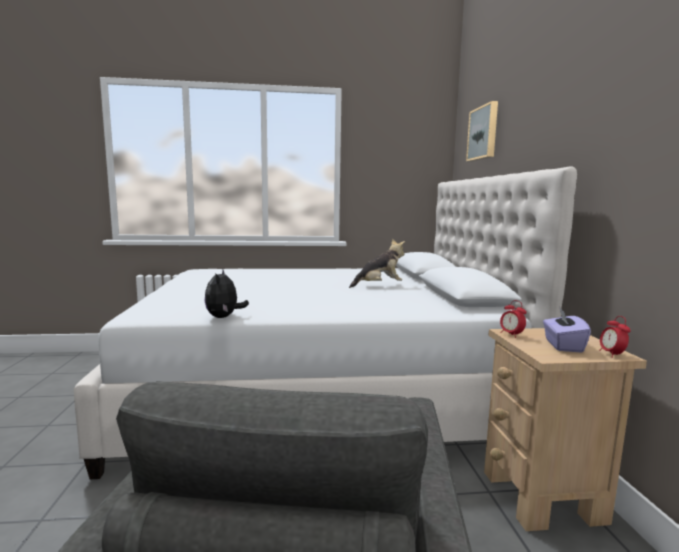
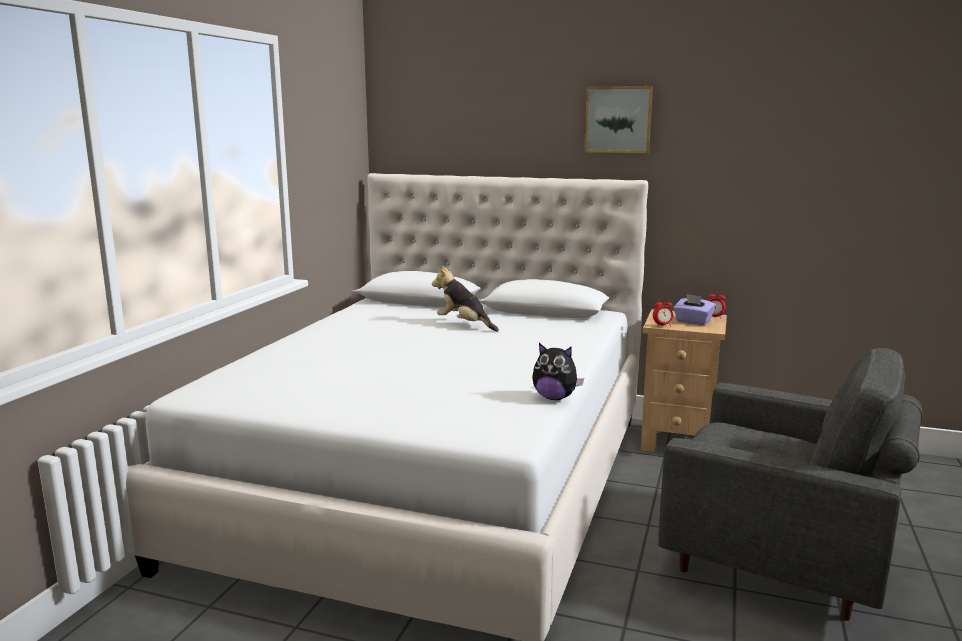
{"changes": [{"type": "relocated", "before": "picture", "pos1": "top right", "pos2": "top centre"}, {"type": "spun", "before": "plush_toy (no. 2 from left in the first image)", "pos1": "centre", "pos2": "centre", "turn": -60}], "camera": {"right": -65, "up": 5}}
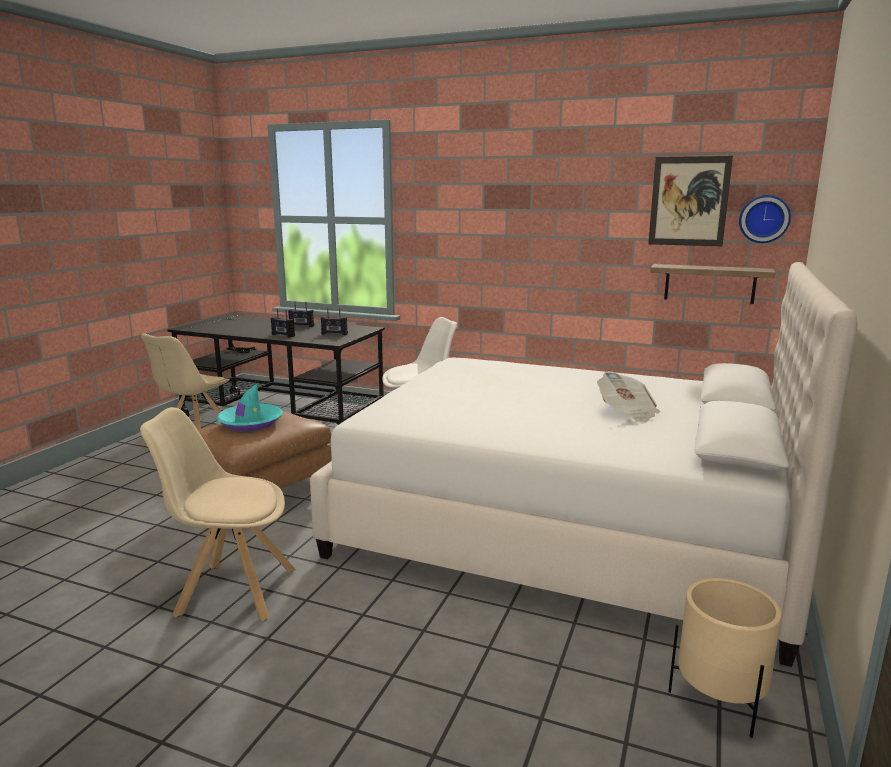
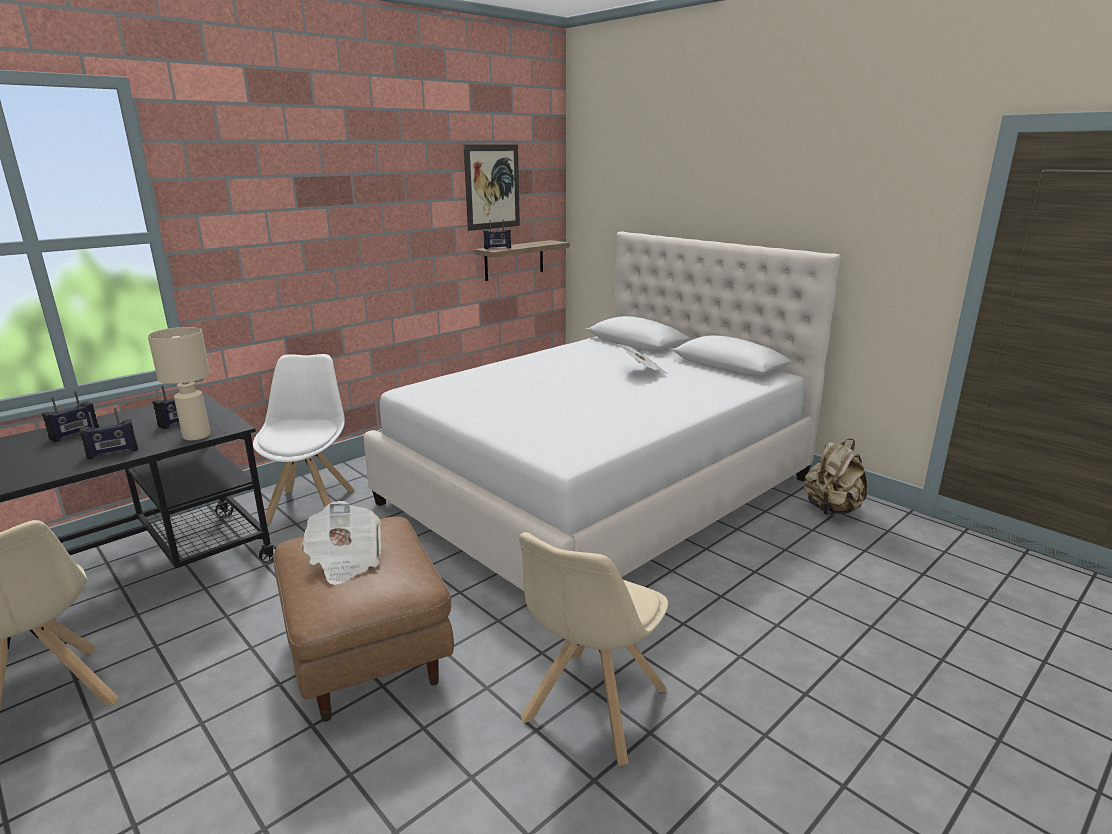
{"changes": [{"type": "missing", "before": "wall_clock", "pos1": "top right"}, {"type": "appeared", "after": "beige_table_lamp", "pos2": "middle left"}, {"type": "appeared", "after": "radio (no. 4 from left)", "pos2": "top centre"}, {"type": "exchanged", "before": "turquoise_hat", "after": "newspaper (no. 1 from left)", "pos1": "middle left", "pos2": "middle left"}, {"type": "exchanged", "before": "beige_planter", "after": "beige_backpack", "pos1": "bottom right", "pos2": "middle right"}], "camera": {"right": -65, "up": 5}}
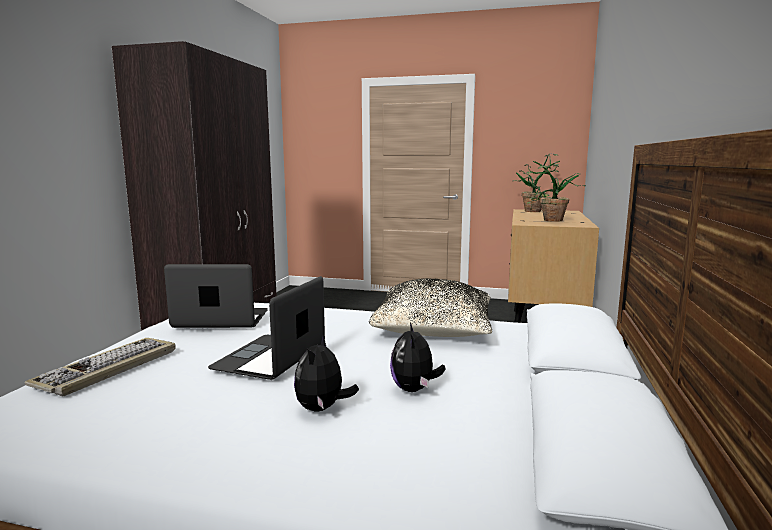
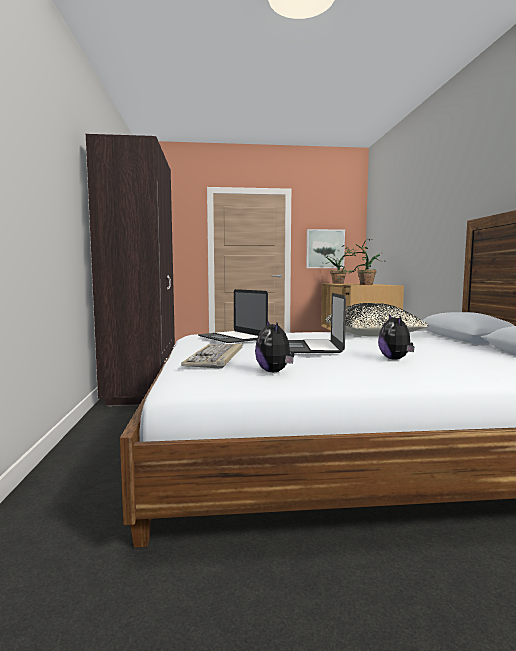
{"changes": [{"type": "appeared", "after": "picture", "pos2": "centre"}, {"type": "relocated", "before": "plush_toy (no. 2 from left in the first image)", "after": "plush_toy (no. 1 from left)", "pos1": "bottom centre", "pos2": "centre"}, {"type": "spun", "before": "laptop (no. 1 from left)", "pos1": "middle left", "pos2": "centre", "turn": -105}], "camera": {"right": -20, "up": -5}}
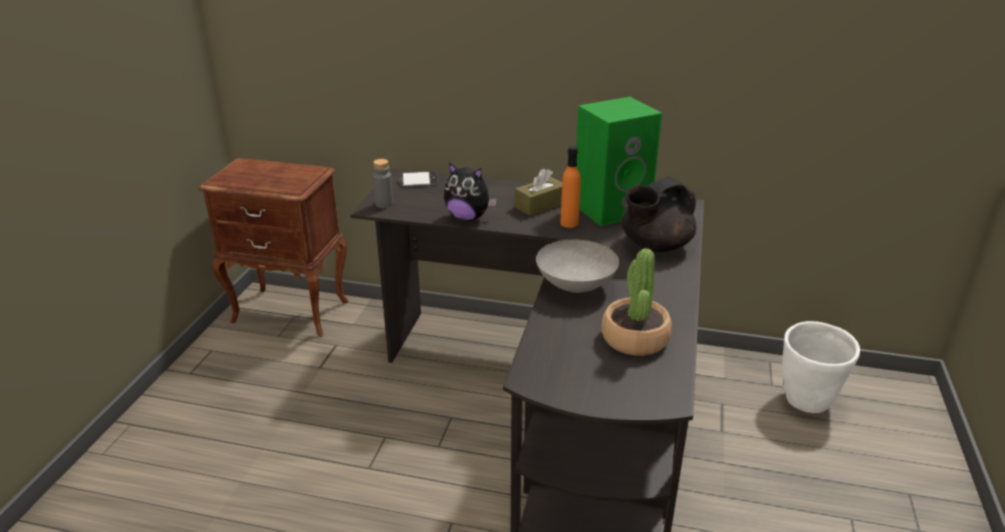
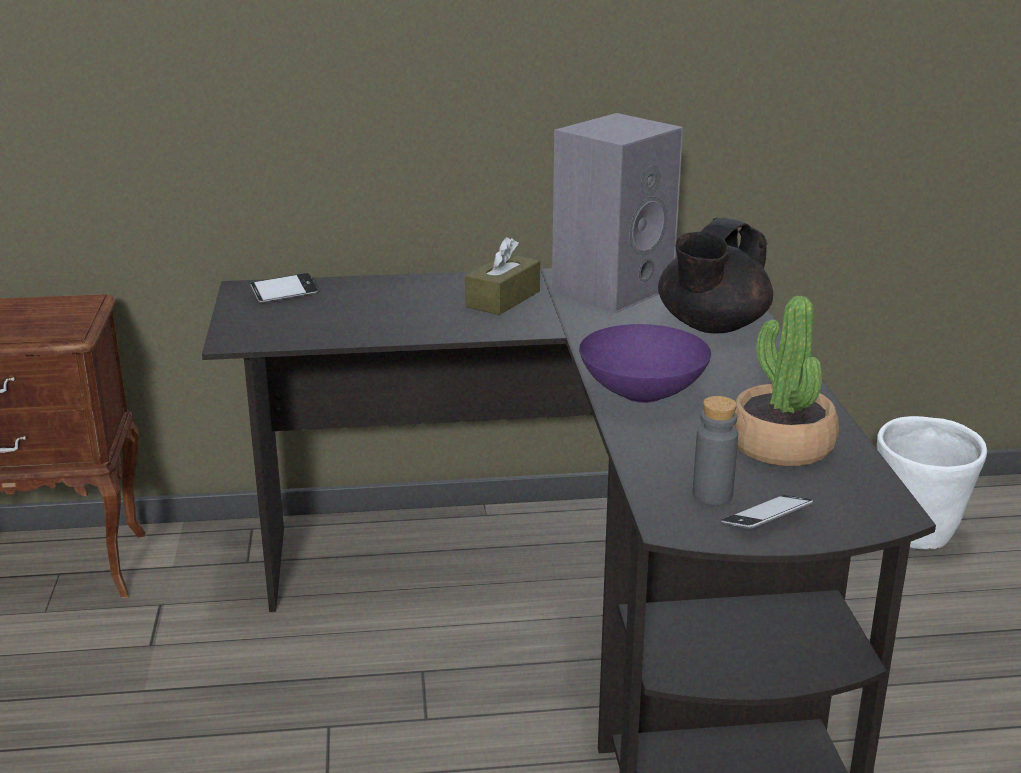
{"changes": [{"type": "missing", "before": "plush_toy", "pos1": "centre"}, {"type": "missing", "before": "orange_bottle", "pos1": "centre"}, {"type": "appeared", "after": "phone (no. 2 from left)", "pos2": "middle right"}, {"type": "relocated", "before": "grey_bottle", "pos1": "centre", "pos2": "middle right"}, {"type": "colour", "before": "grey_bowl", "after": "purple_bowl", "pos1": "centre", "pos2": "centre"}, {"type": "colour", "before": "green_speaker", "after": "grey_speaker", "pos1": "top centre", "pos2": "top centre"}], "camera": {"right": -20, "up": -5}}
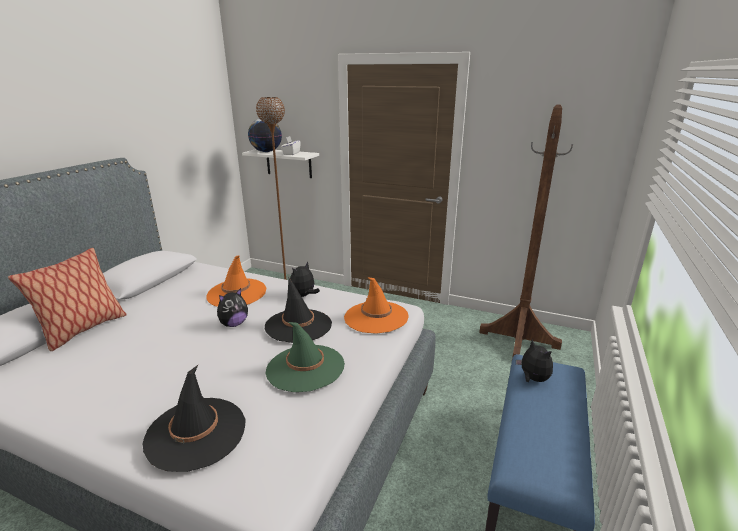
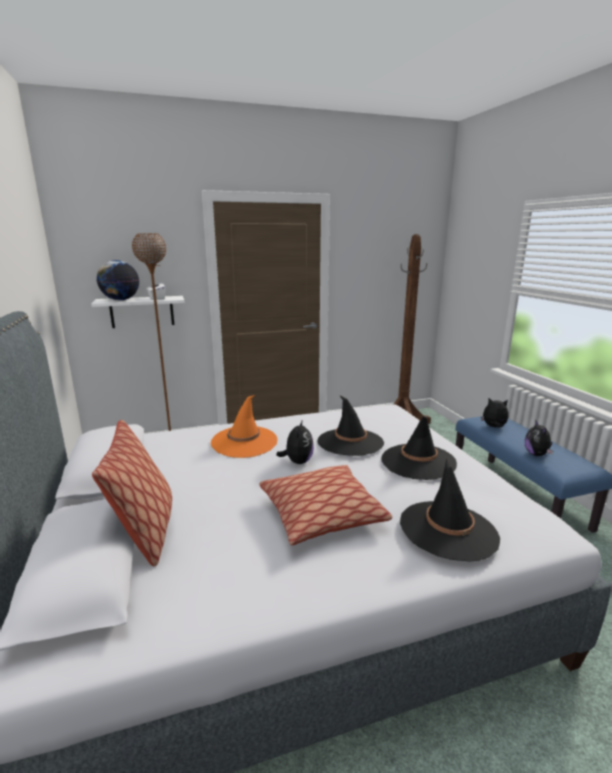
{"changes": [{"type": "missing", "before": "orange_hat (no. 2 from left)", "pos1": "centre"}, {"type": "appeared", "after": "pillow (no. 2 from left)", "pos2": "centre"}, {"type": "relocated", "before": "plush_toy (no. 2 from left in the first image)", "after": "plush_toy (no. 3 from left)", "pos1": "centre", "pos2": "middle right"}, {"type": "colour", "before": "green_hat", "after": "black_hat (no. 2 from left)", "pos1": "bottom centre", "pos2": "middle right"}], "camera": {"right": -40, "up": -5}}
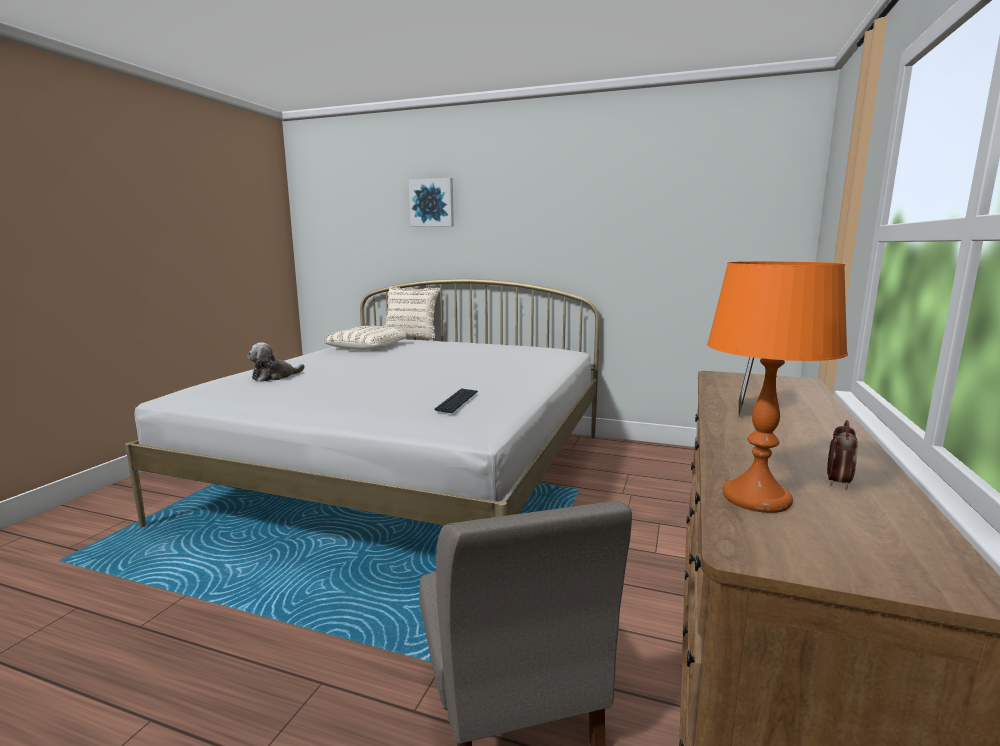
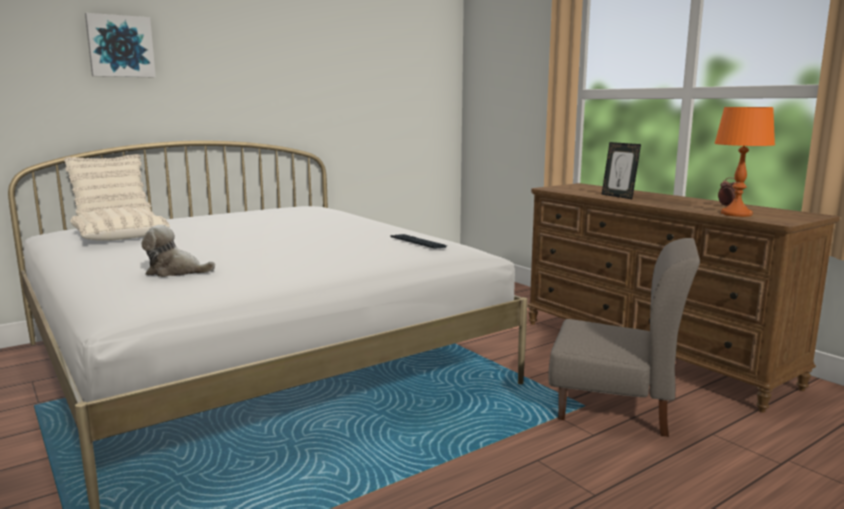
{"changes": [{"type": "spun", "before": "plush_toy", "pos1": "middle left", "pos2": "middle left", "turn": 105}], "camera": {"right": -55, "up": 0}}
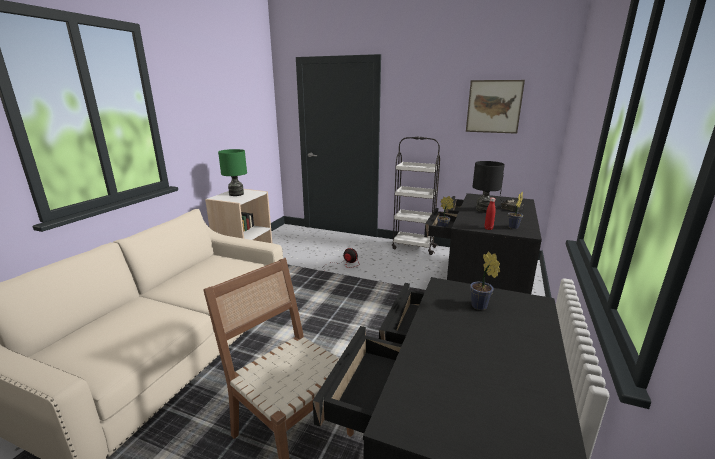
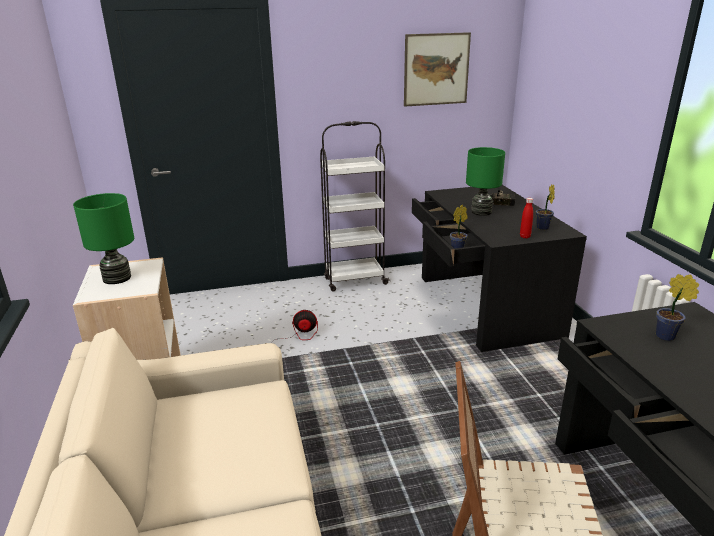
{"changes": [{"type": "colour", "before": "black_table_lamp", "after": "green_table_lamp (no. 2 from left)", "pos1": "middle right", "pos2": "middle right"}], "camera": {"right": -35, "up": 5}}
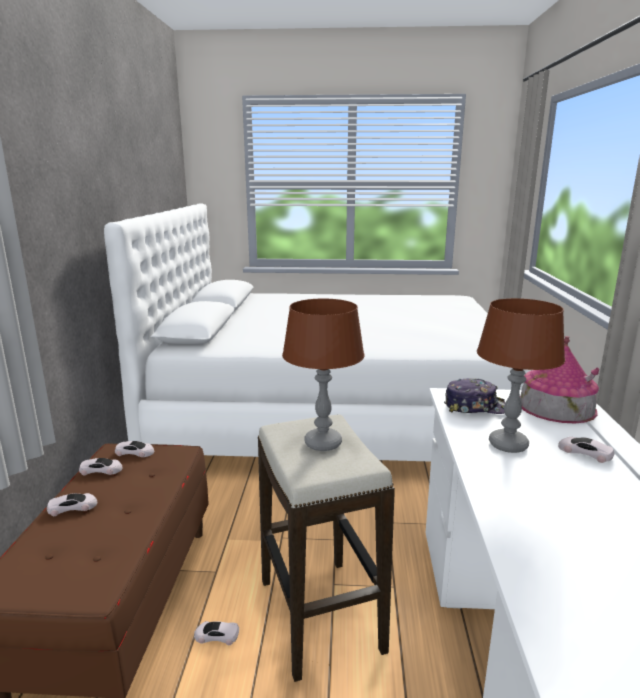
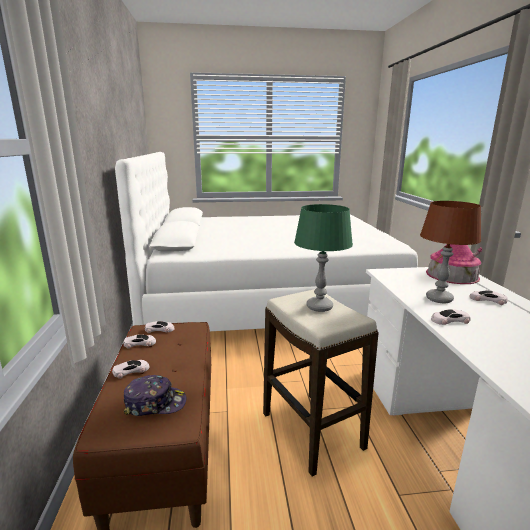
{"changes": [{"type": "relocated", "before": "white_toy_car (no. 4 from left)", "pos1": "bottom centre", "pos2": "middle right"}, {"type": "relocated", "before": "cap", "pos1": "middle right", "pos2": "bottom left"}, {"type": "colour", "before": "brown_table_lamp (no. 1 from left)", "after": "green_table_lamp", "pos1": "centre", "pos2": "centre"}], "camera": {"right": -10, "up": 0}}
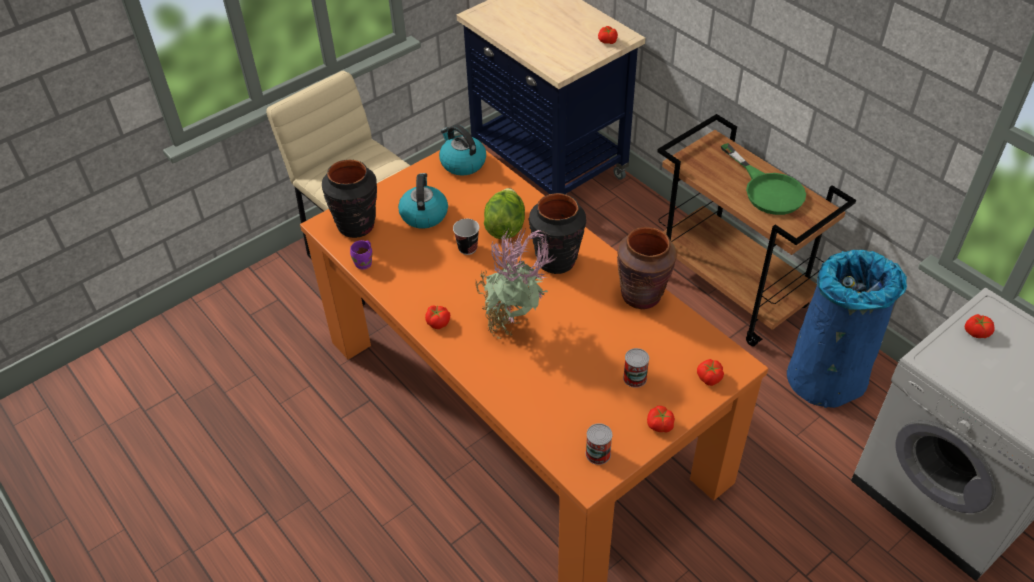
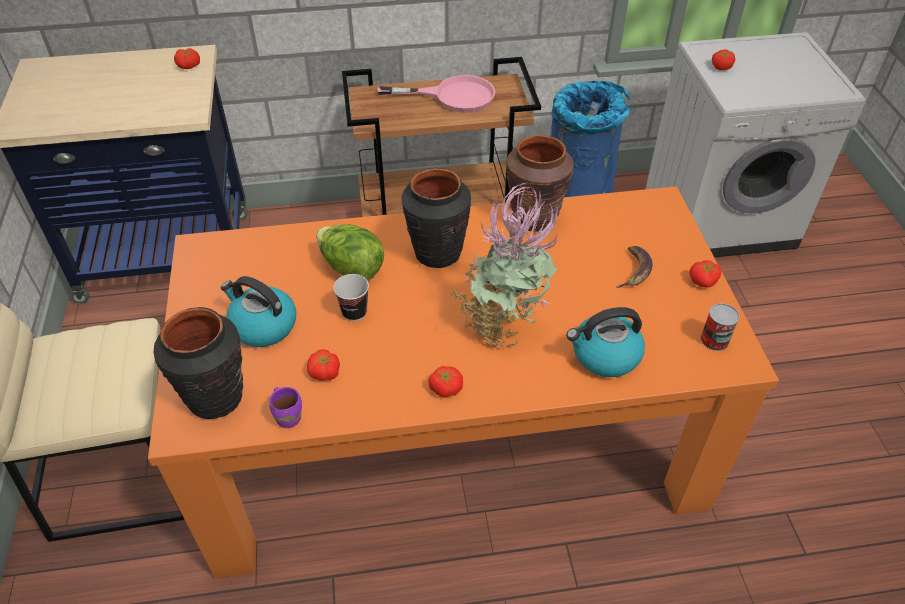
{"changes": [{"type": "relocated", "before": "kettle (no. 2 from left)", "pos1": "top centre", "pos2": "middle right"}, {"type": "relocated", "before": "tomato (no. 4 from left in the first image)", "after": "tomato (no. 2 from left)", "pos1": "middle right", "pos2": "centre"}, {"type": "exchanged", "before": "can (no. 2 from left)", "after": "banana", "pos1": "centre", "pos2": "middle right"}, {"type": "colour", "before": "green_frying_pan", "after": "pink_frying_pan", "pos1": "top right", "pos2": "top centre"}], "camera": {"right": -60, "up": 0}}
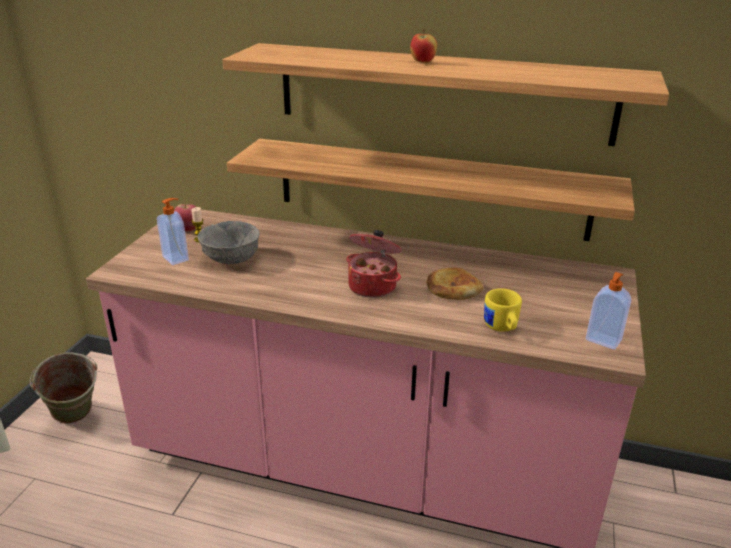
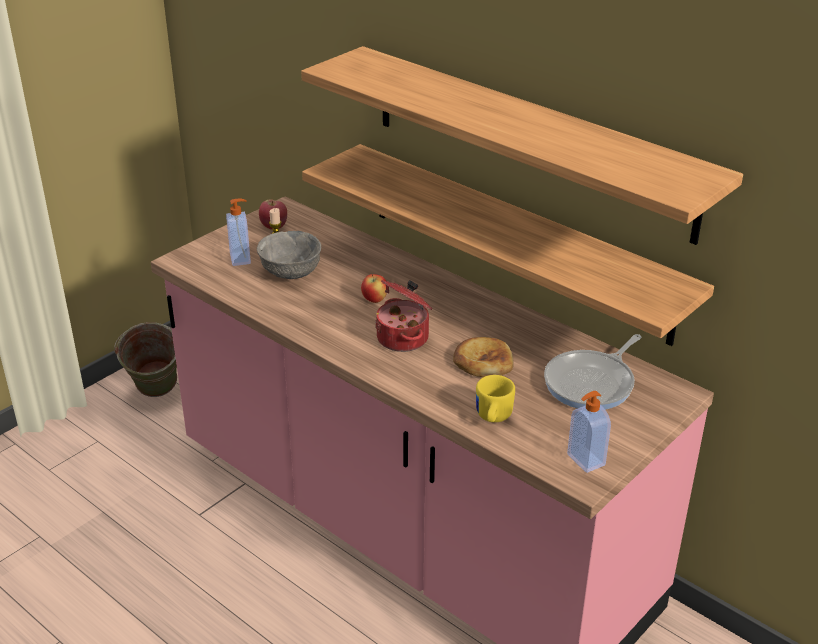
{"changes": [{"type": "appeared", "after": "frying_pan", "pos2": "middle right"}, {"type": "relocated", "before": "apple (no. 2 from left)", "pos1": "top centre", "pos2": "centre"}], "camera": {"right": 25, "up": 5}}
